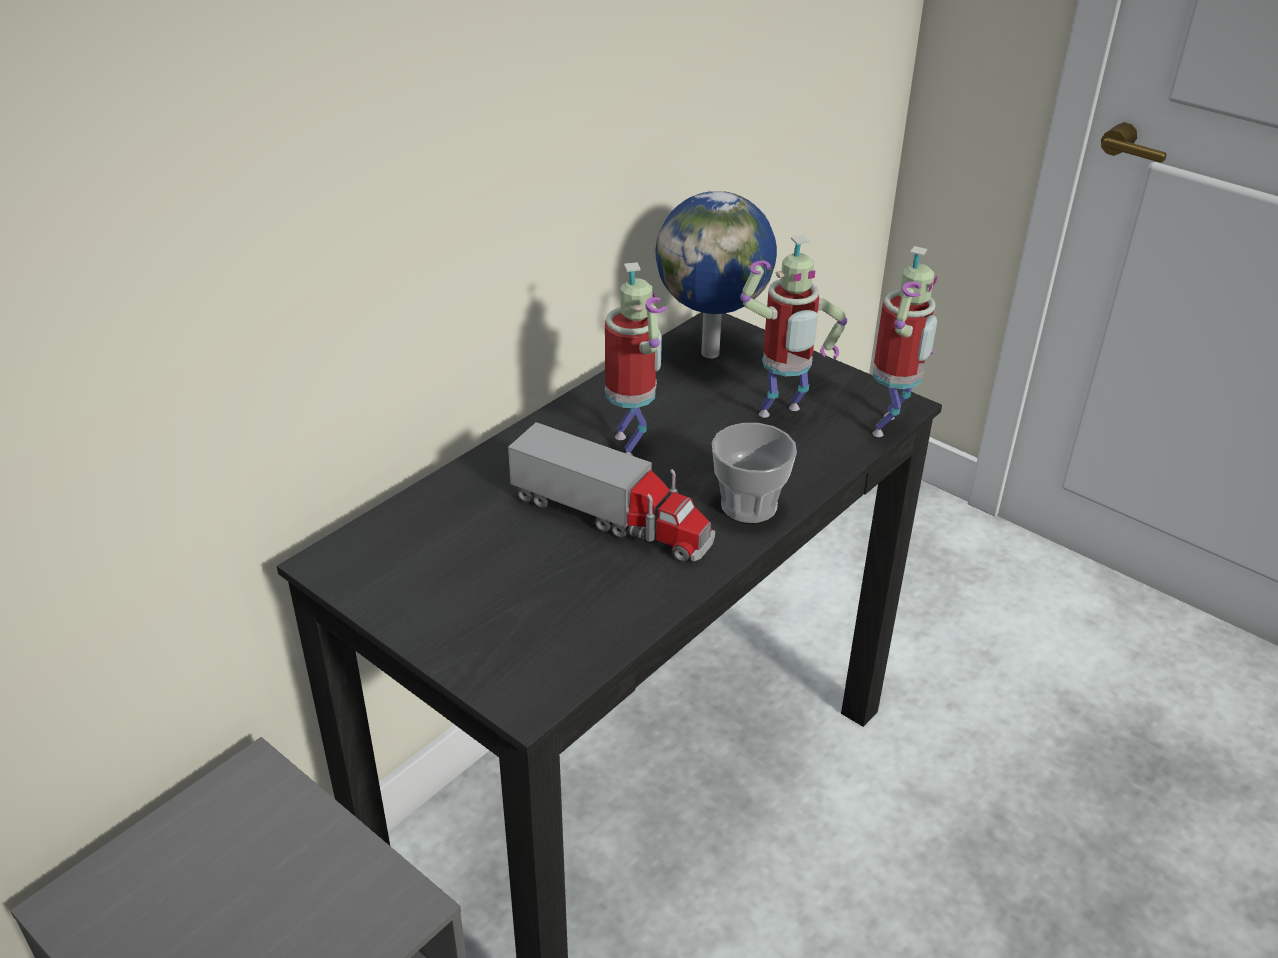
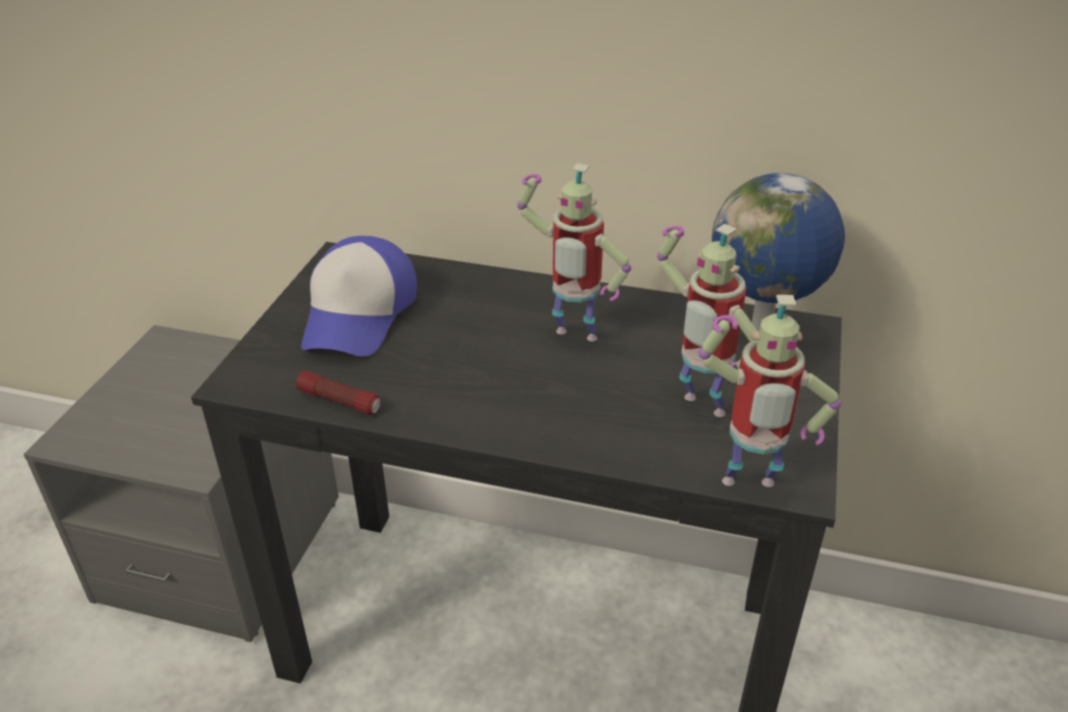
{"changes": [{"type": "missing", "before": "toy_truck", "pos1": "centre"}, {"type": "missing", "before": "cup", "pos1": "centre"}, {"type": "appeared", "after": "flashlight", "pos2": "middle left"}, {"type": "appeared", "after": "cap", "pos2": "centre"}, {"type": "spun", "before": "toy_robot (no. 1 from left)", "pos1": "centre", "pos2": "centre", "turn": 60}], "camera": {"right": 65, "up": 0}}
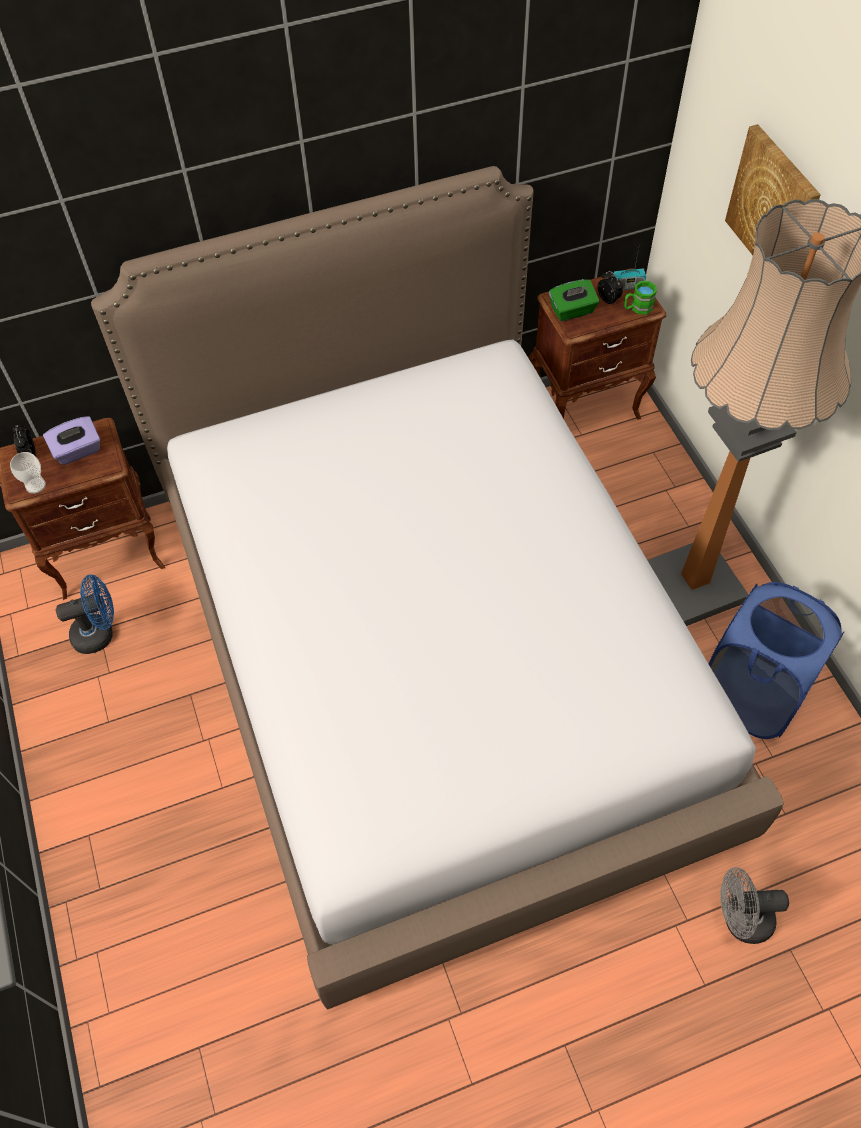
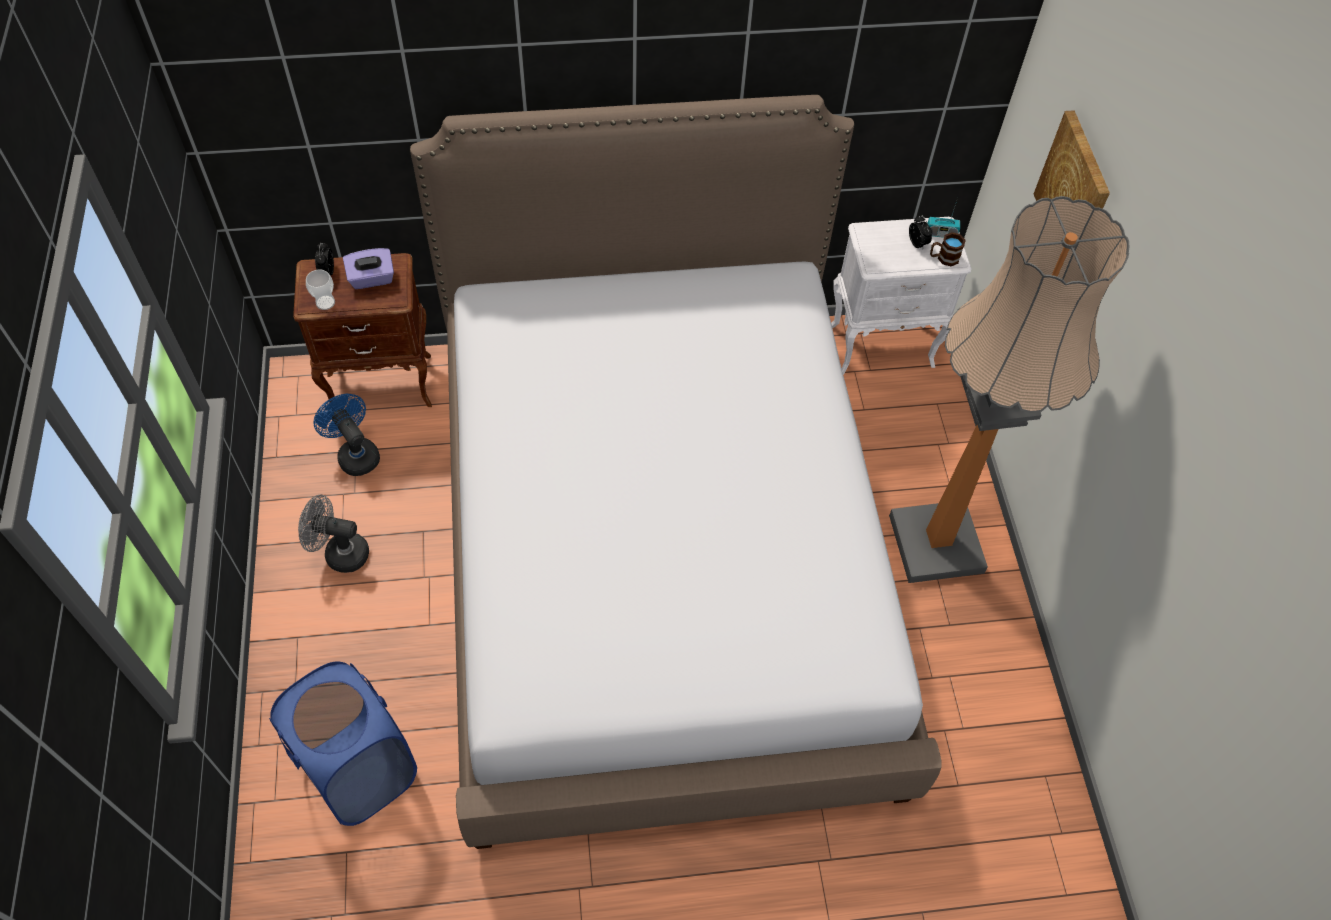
{"changes": [{"type": "missing", "before": "green_tissue_box", "pos1": "top right"}, {"type": "relocated", "before": "blue_laundry_basket", "pos1": "middle right", "pos2": "bottom left"}, {"type": "relocated", "before": "grey_fan", "pos1": "bottom right", "pos2": "middle left"}, {"type": "colour", "before": "brown_nightstand (no. 2 from left)", "after": "white_nightstand", "pos1": "top right", "pos2": "top right"}, {"type": "colour", "before": "green_mug", "after": "brown_mug", "pos1": "top right", "pos2": "top right"}, {"type": "spun", "before": "blue_fan", "pos1": "middle left", "pos2": "middle left", "turn": -120}], "camera": {"right": 10, "up": 0}}
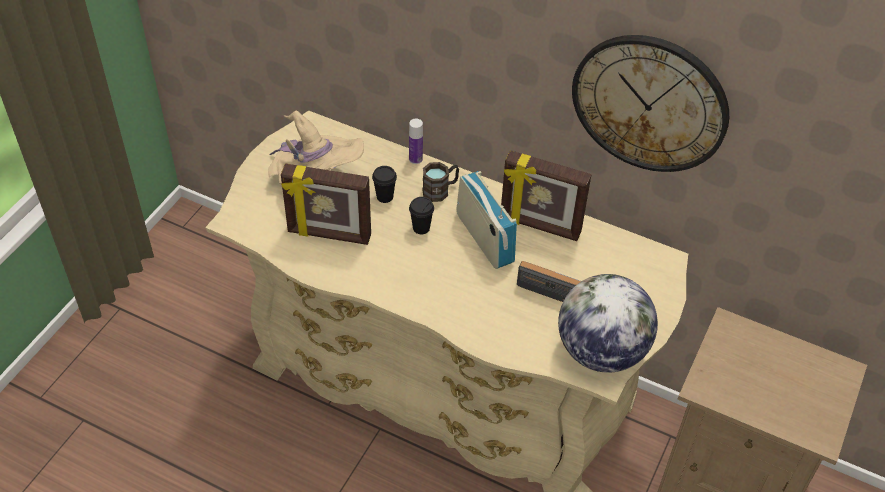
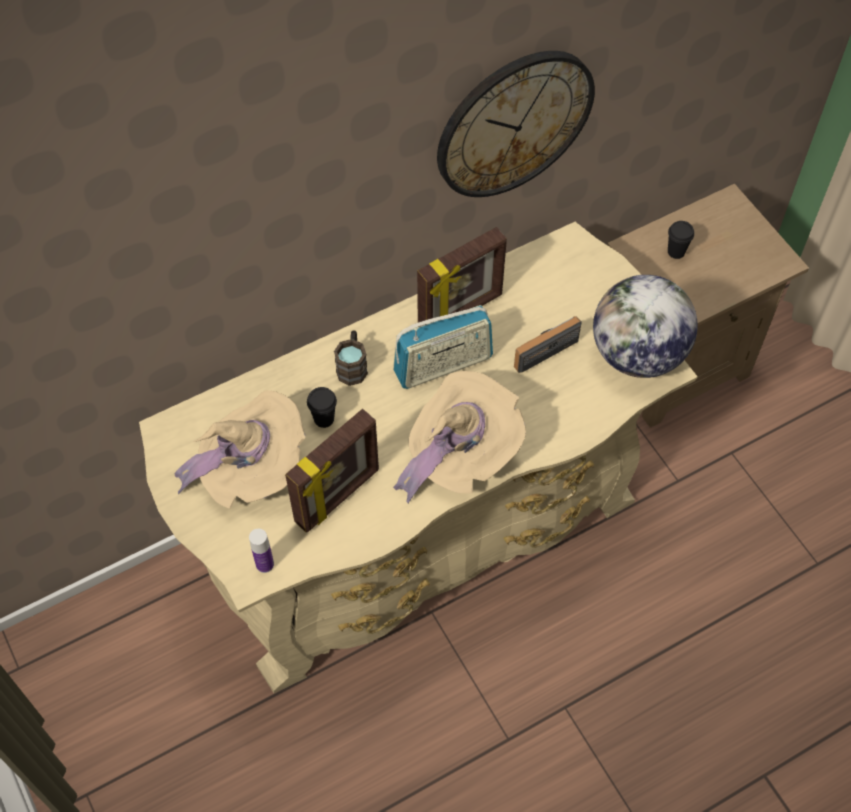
{"changes": [{"type": "appeared", "after": "beige_hat (no. 2 from left)", "pos2": "centre"}, {"type": "relocated", "before": "bottle", "pos1": "top centre", "pos2": "bottom left"}, {"type": "relocated", "before": "black_cup (no. 2 from left)", "pos1": "centre", "pos2": "top right"}, {"type": "spun", "before": "radio (no. 1 from left)", "pos1": "centre", "pos2": "centre", "turn": 150}], "camera": {"right": -55, "up": 10}}
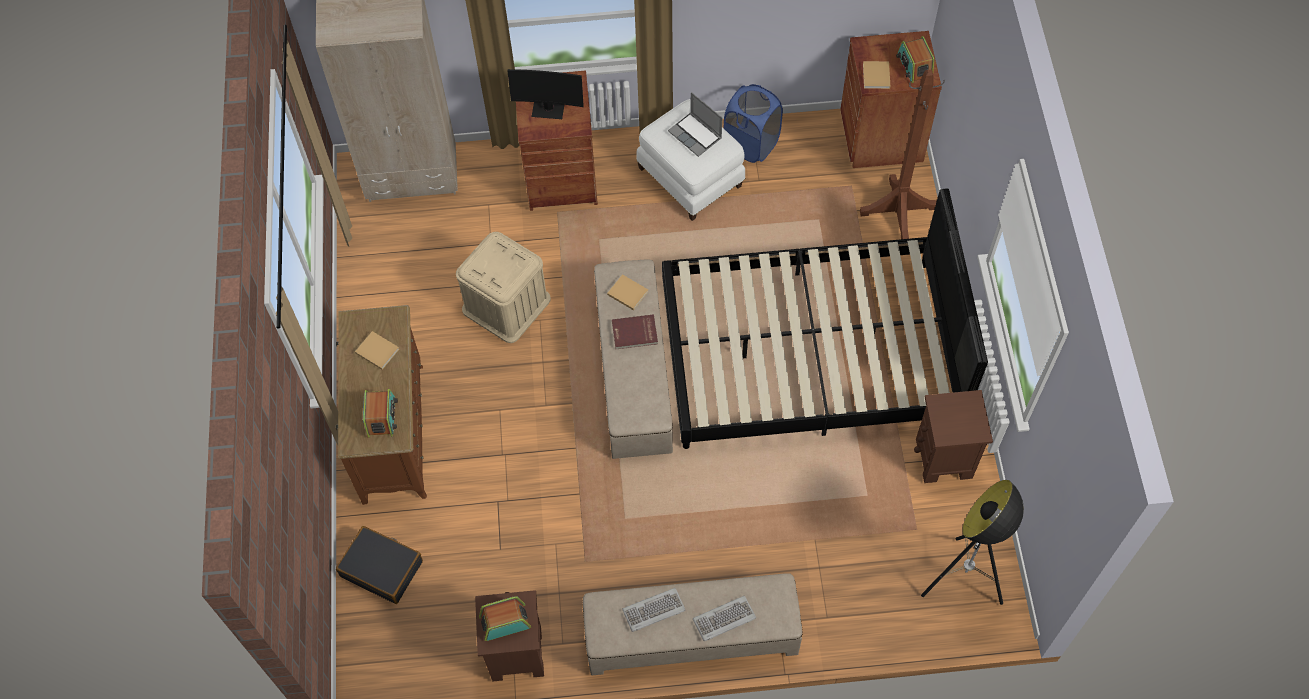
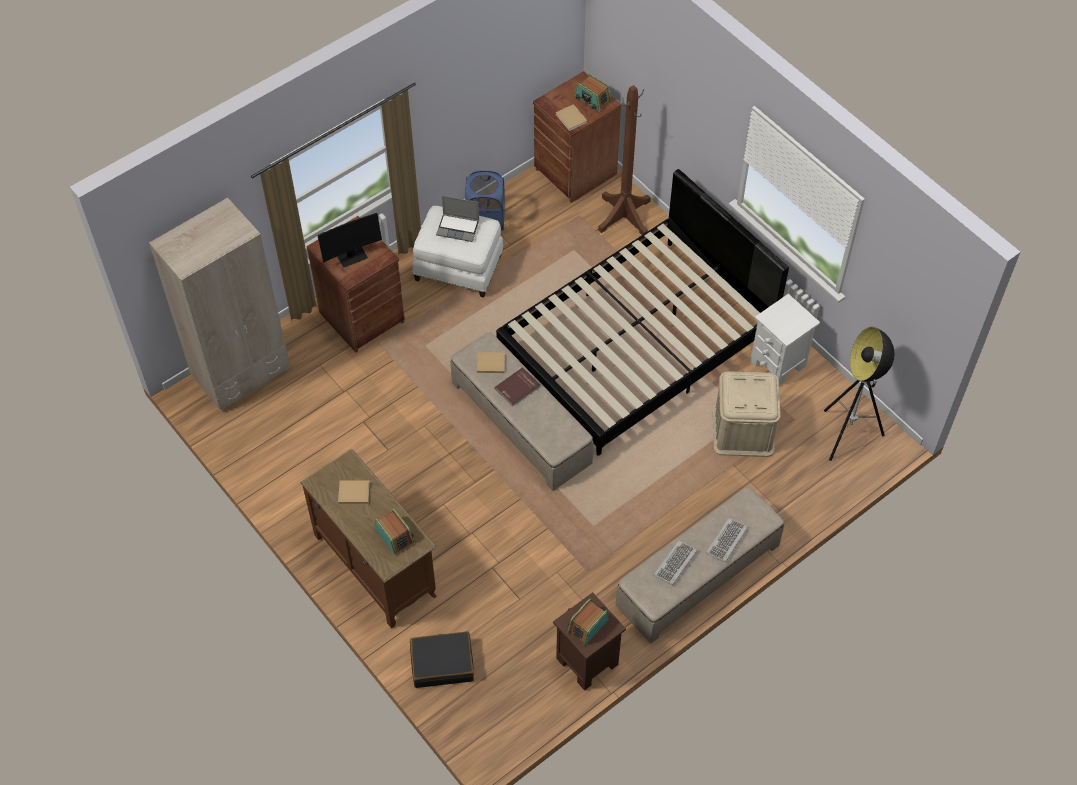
{"changes": [{"type": "relocated", "before": "beige_storage_box", "pos1": "centre", "pos2": "middle right"}, {"type": "colour", "before": "brown_nightstand (no. 2 from left)", "after": "white_nightstand", "pos1": "middle right", "pos2": "middle right"}], "camera": {"right": -35, "up": -5}}
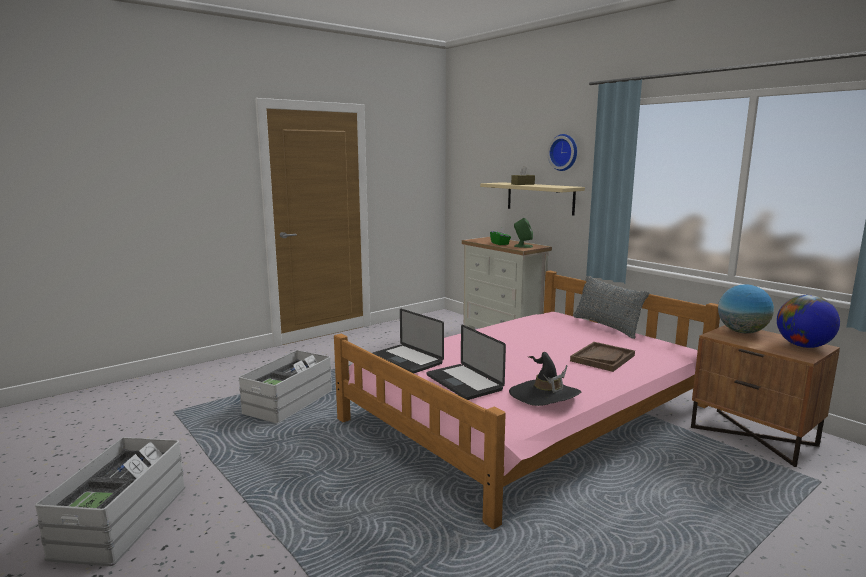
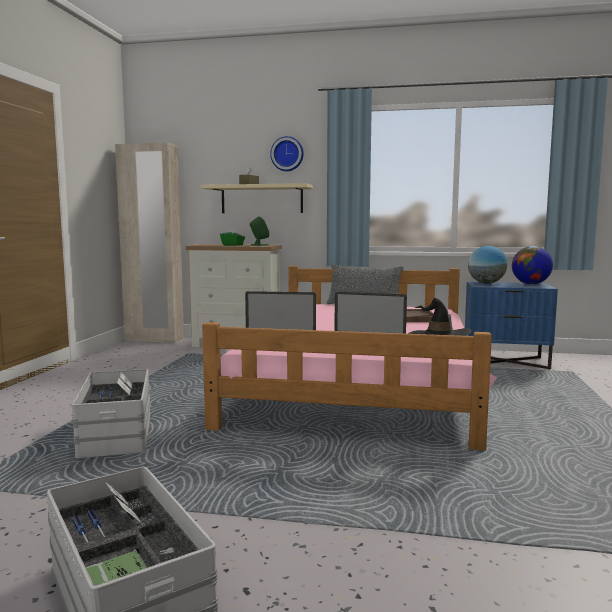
{"changes": [{"type": "appeared", "after": "beige_wardrobe", "pos2": "middle left"}, {"type": "colour", "before": "brown_nightstand", "after": "blue_nightstand", "pos1": "bottom right", "pos2": "middle right"}], "camera": {"right": -40, "up": -5}}
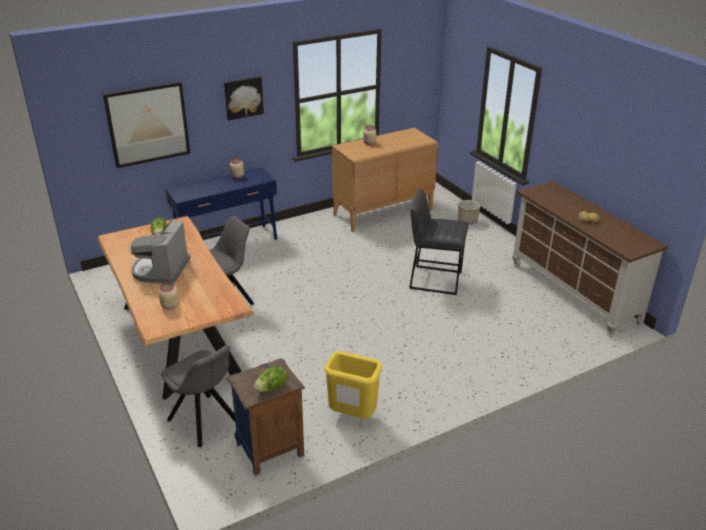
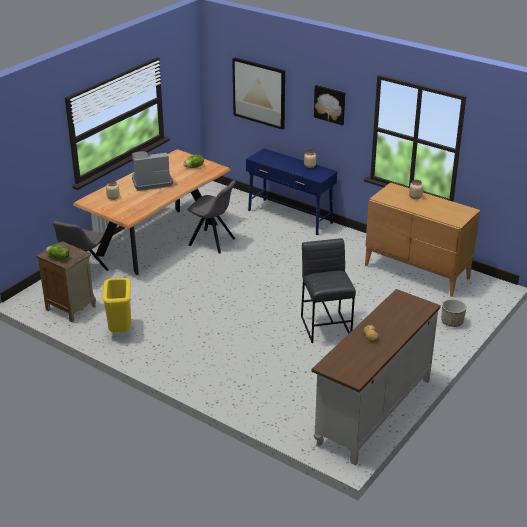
{"changes": [{"type": "colour", "before": "blue_nightstand", "after": "beige_nightstand", "pos1": "bottom centre", "pos2": "middle left"}], "camera": {"right": 65, "up": 0}}
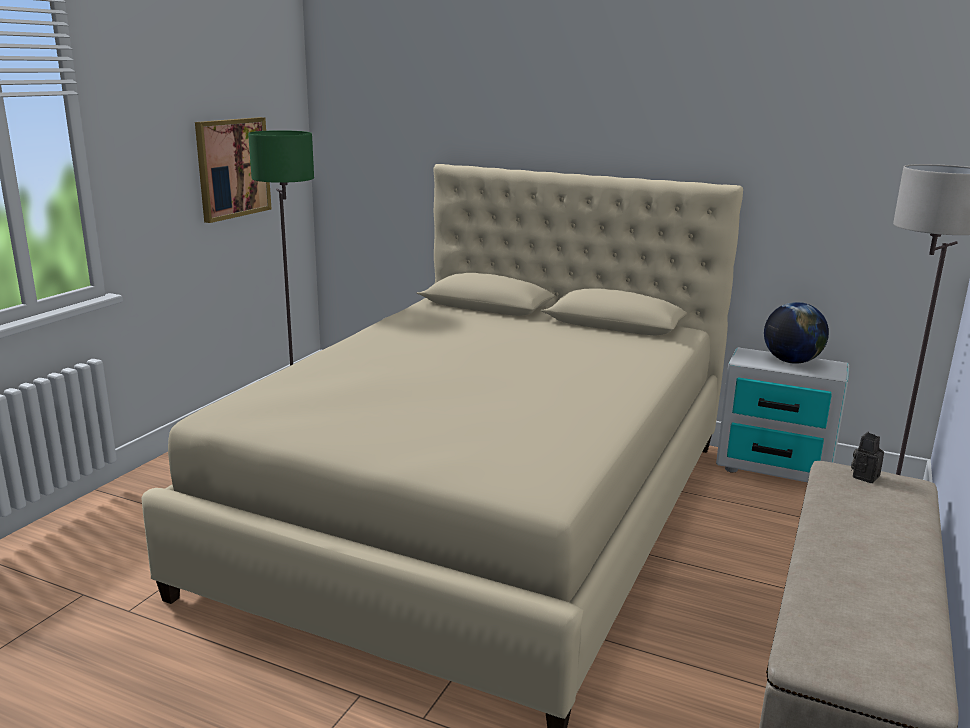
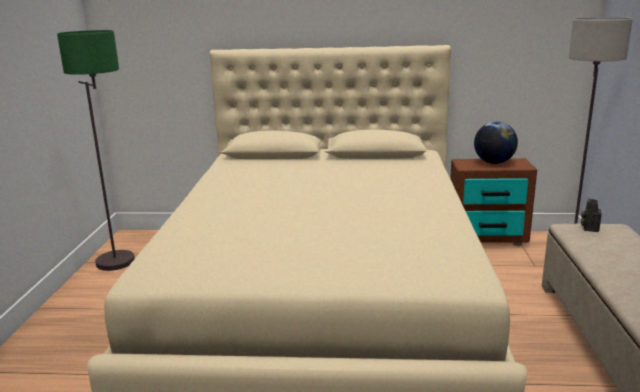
{"changes": [{"type": "missing", "before": "picture", "pos1": "top left"}, {"type": "colour", "before": "white_nightstand", "after": "brown_nightstand", "pos1": "middle right", "pos2": "middle right"}], "camera": {"right": -20, "up": 0}}
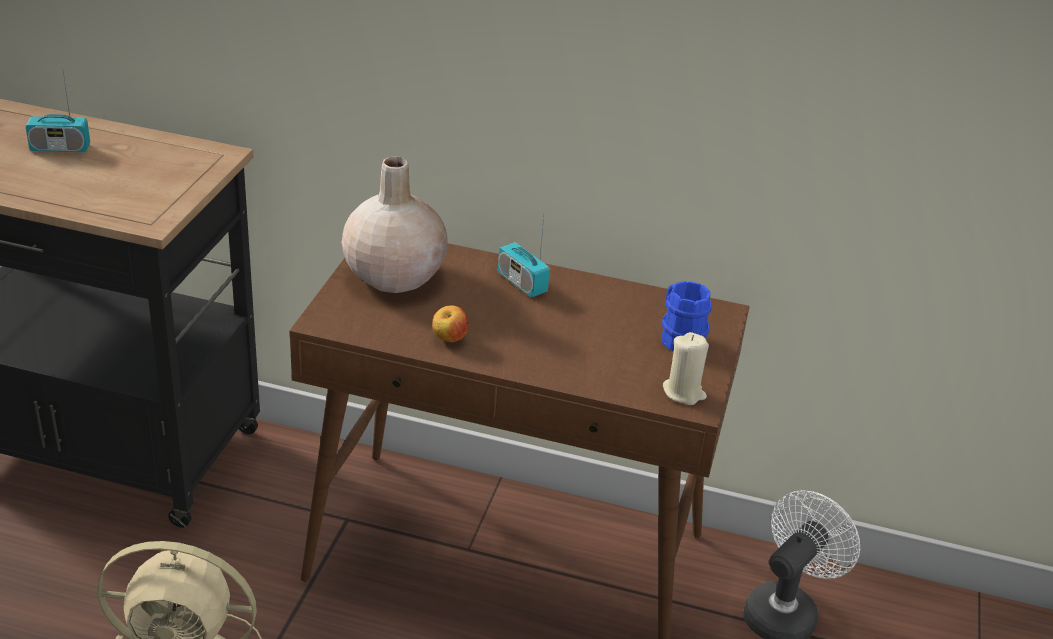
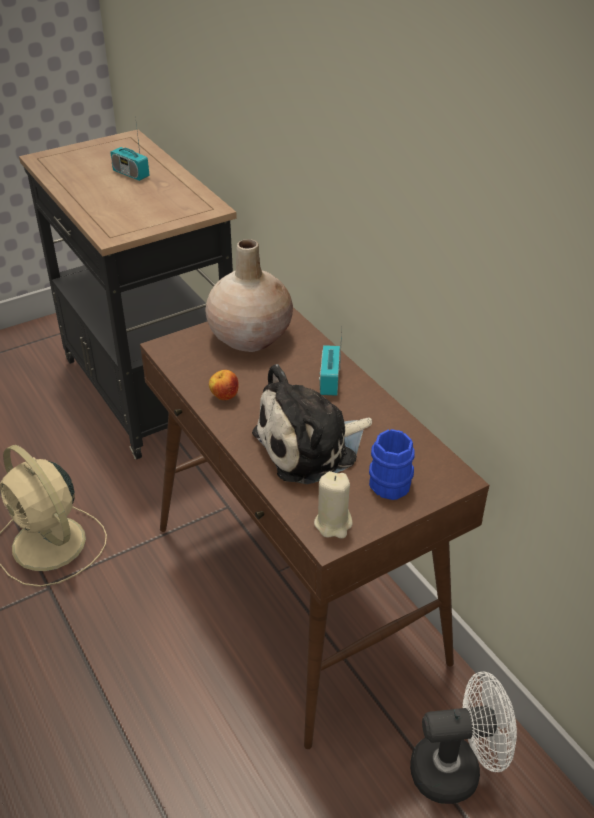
{"changes": [{"type": "appeared", "after": "plush_toy", "pos2": "centre"}], "camera": {"right": 45, "up": 5}}
